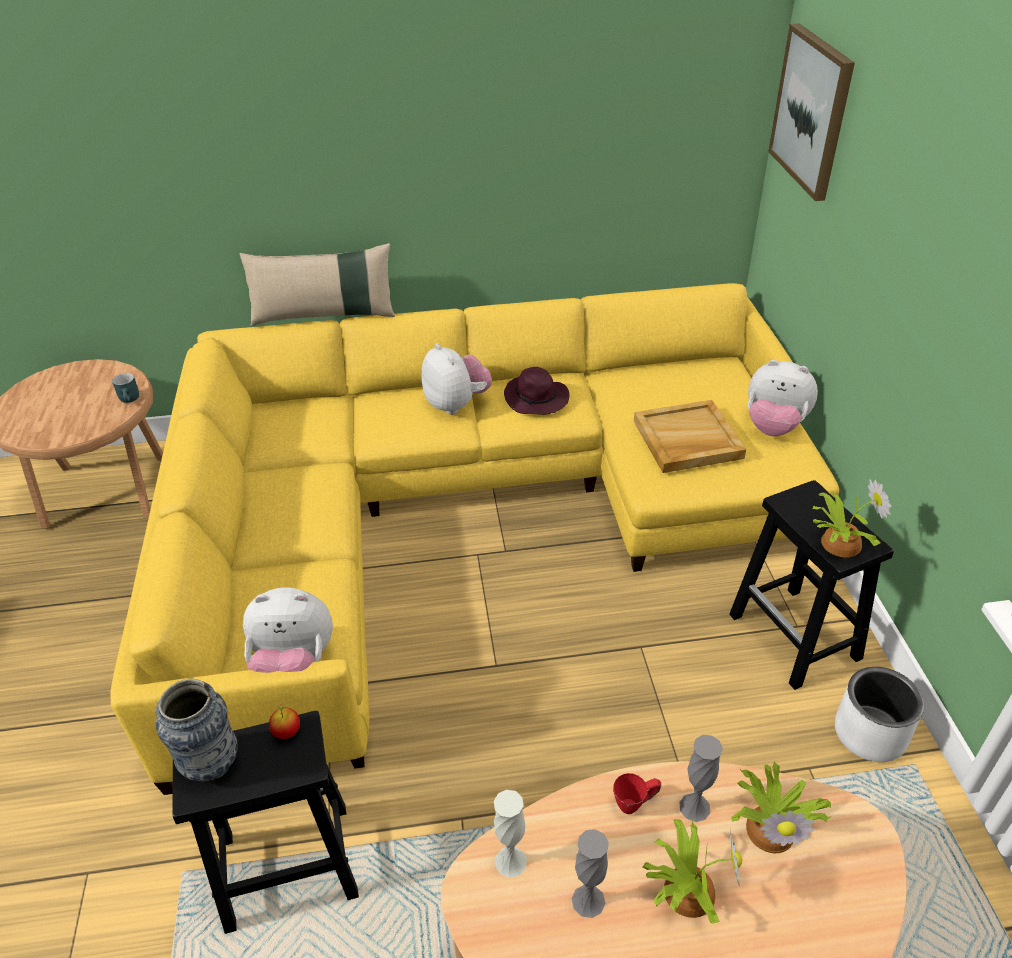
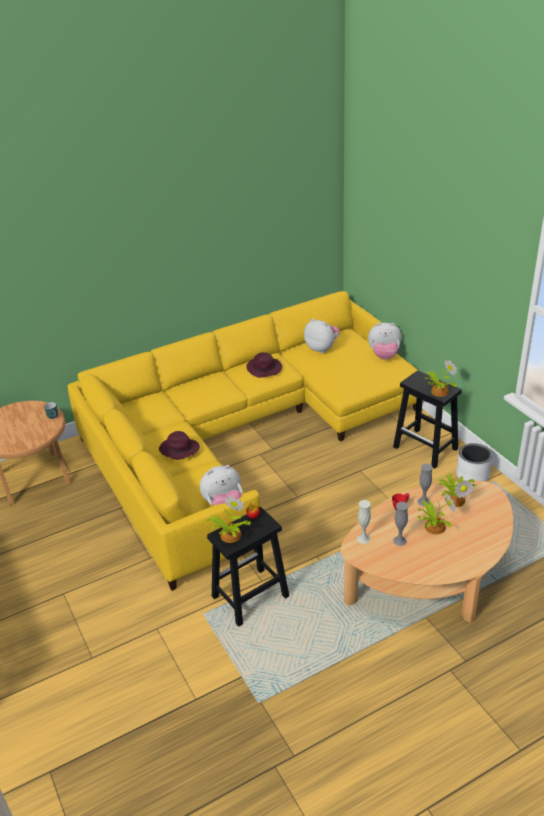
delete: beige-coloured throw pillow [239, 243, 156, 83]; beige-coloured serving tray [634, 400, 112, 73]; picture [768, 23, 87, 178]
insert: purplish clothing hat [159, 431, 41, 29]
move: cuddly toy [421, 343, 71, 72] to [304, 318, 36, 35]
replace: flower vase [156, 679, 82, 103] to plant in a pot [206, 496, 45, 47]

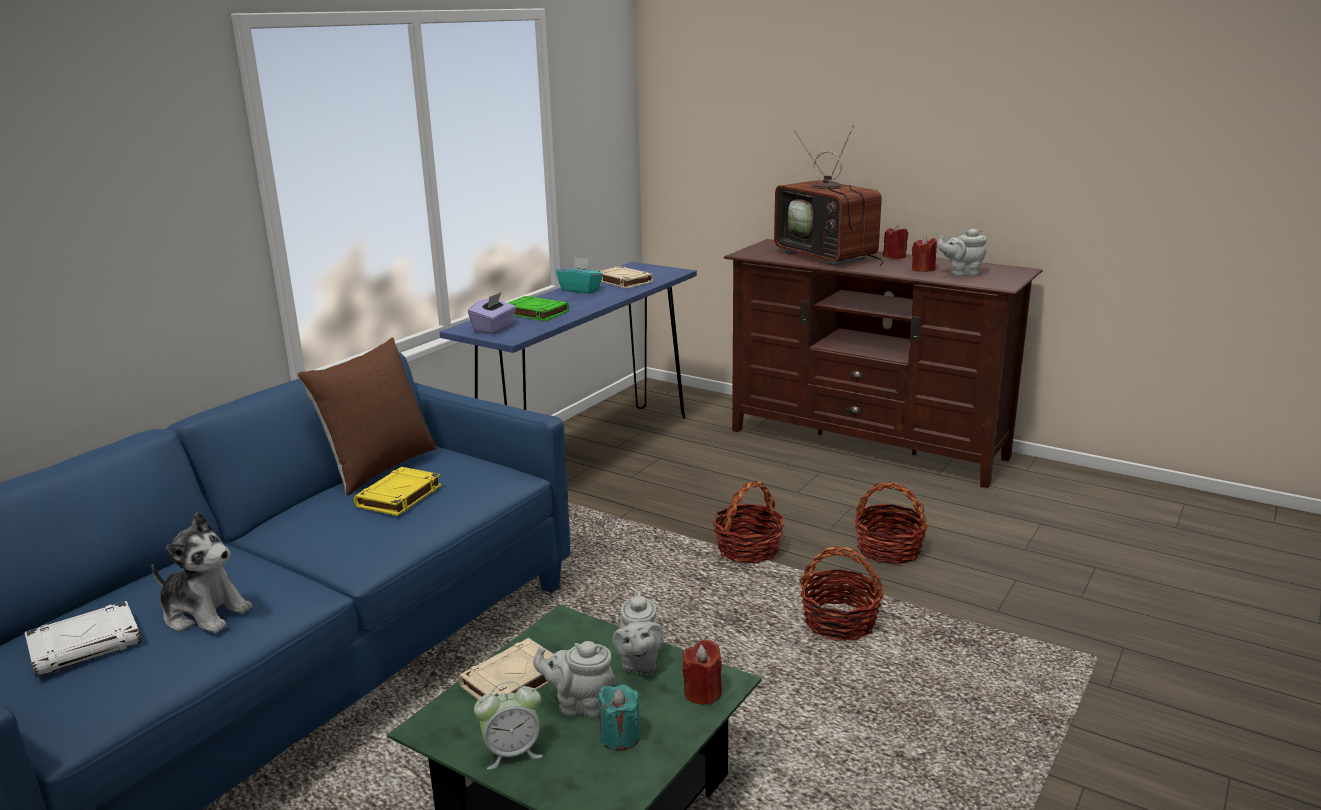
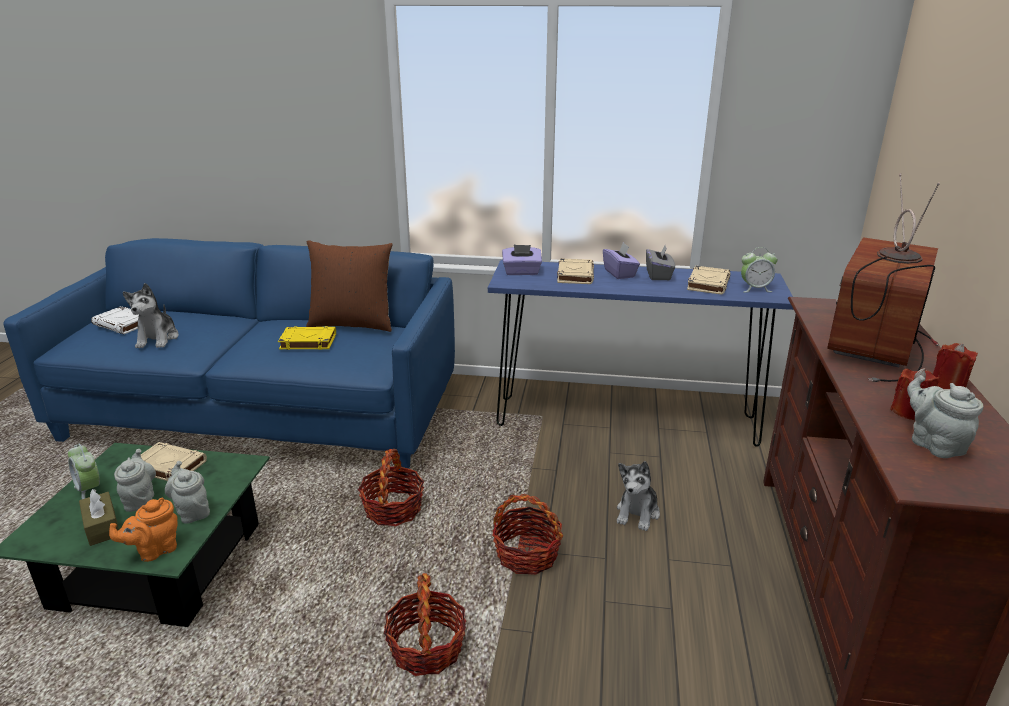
insert: purplish tissue box [603, 242, 37, 37]; cuddly toy [617, 461, 43, 70]; alarm clock [741, 247, 37, 45]
move: basket [855, 481, 74, 83] to [358, 449, 66, 77]
replace: turquoise wax candle [598, 684, 42, 67] to brown-coloured tissue box [79, 489, 40, 57]; reddish wax candle [682, 640, 40, 65] to orange teapot [109, 498, 69, 64]
recolor: green-coloured volume [508, 296, 61, 25] to beige-coloured volume [557, 258, 37, 26]; turquoise tissue box [556, 257, 47, 37] to gray tissue box [646, 245, 29, 35]
rotate: gray teapot [613, 592, 51, 83] = [165, 461, 45, 63] 75 degrees clockwise

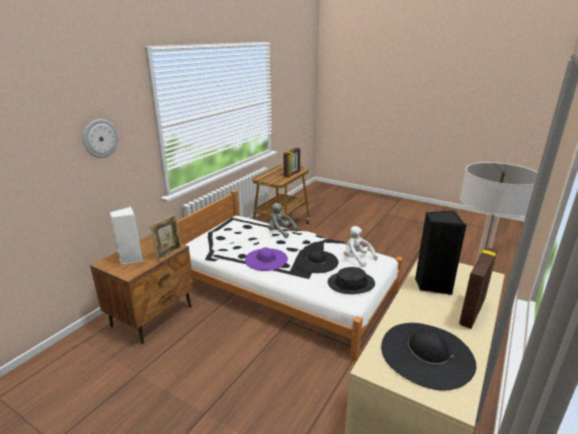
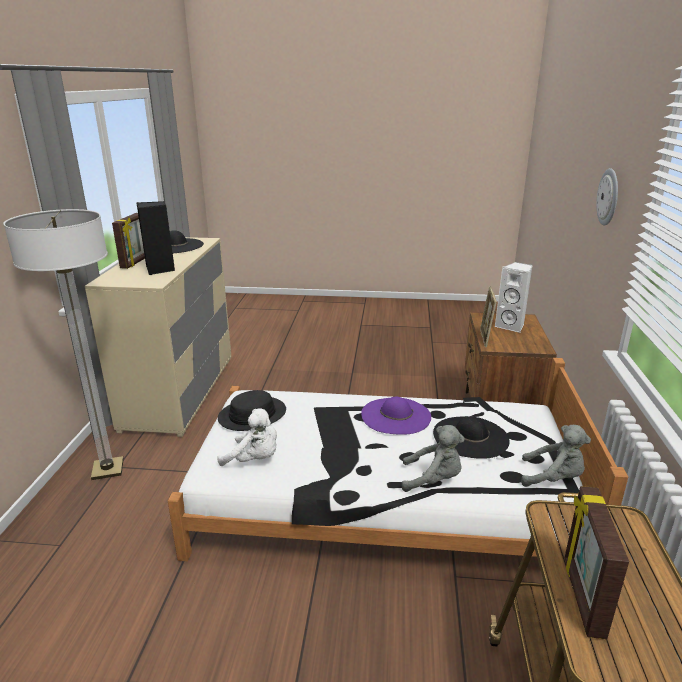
insert: gray cuddly toy [521, 425, 70, 62]
move: black-coloured clothing hat [295, 249, 44, 24] to [433, 416, 77, 43]

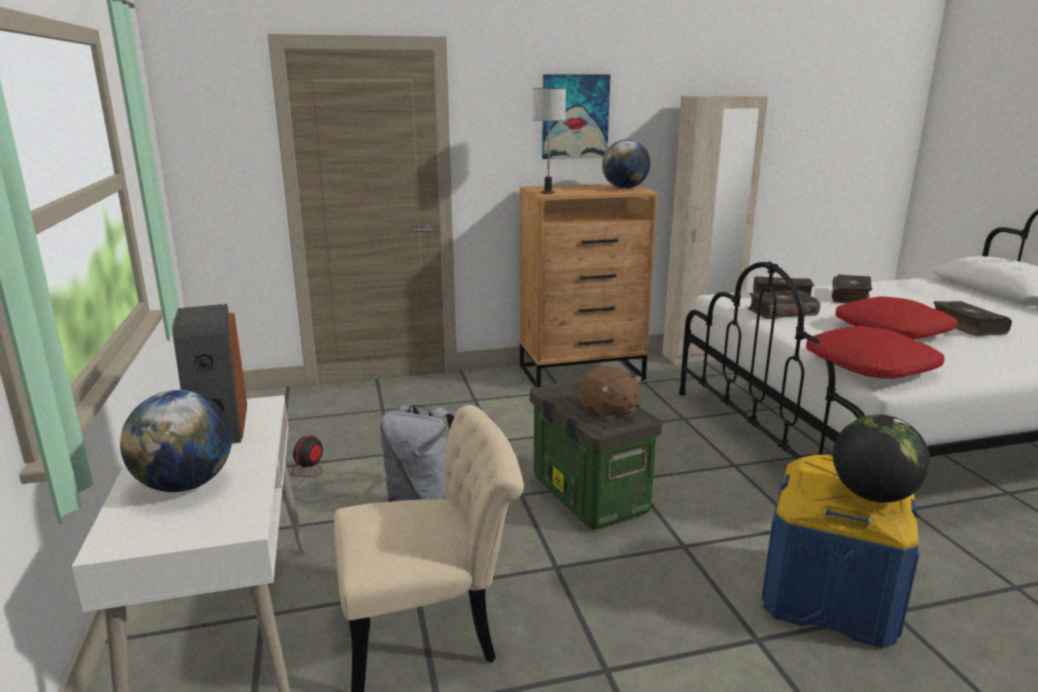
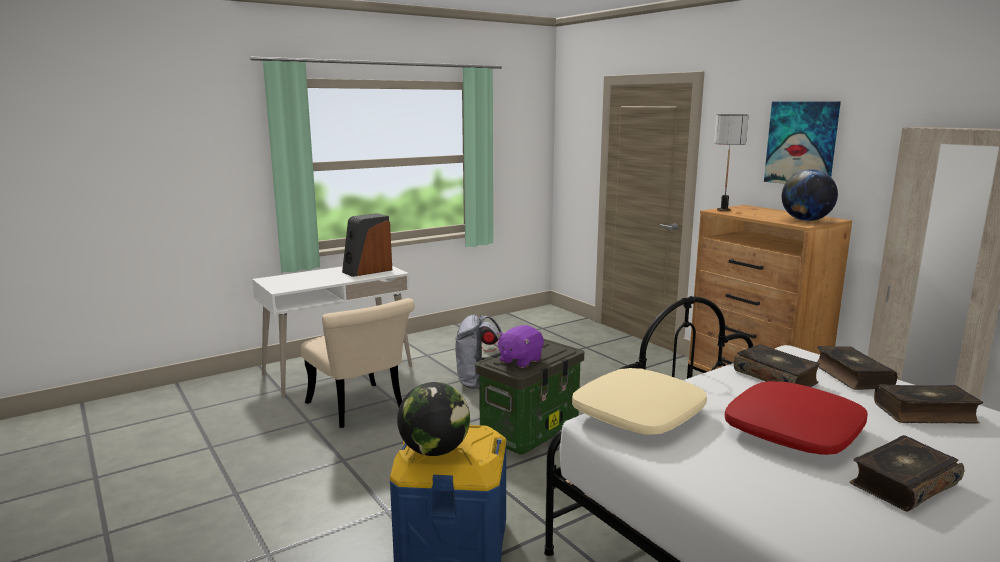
delete: globe [120, 390, 112, 102]
recolor: brown-coloured cuddly toy [580, 365, 62, 56] to purplish cuddly toy [497, 325, 47, 43]; reddish throw pillow [806, 326, 139, 53] to beige-coloured throw pillow [572, 368, 135, 67]

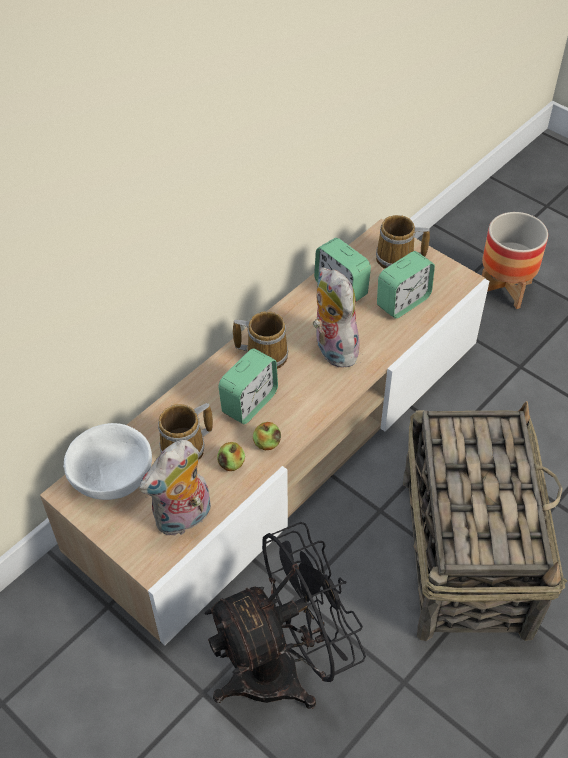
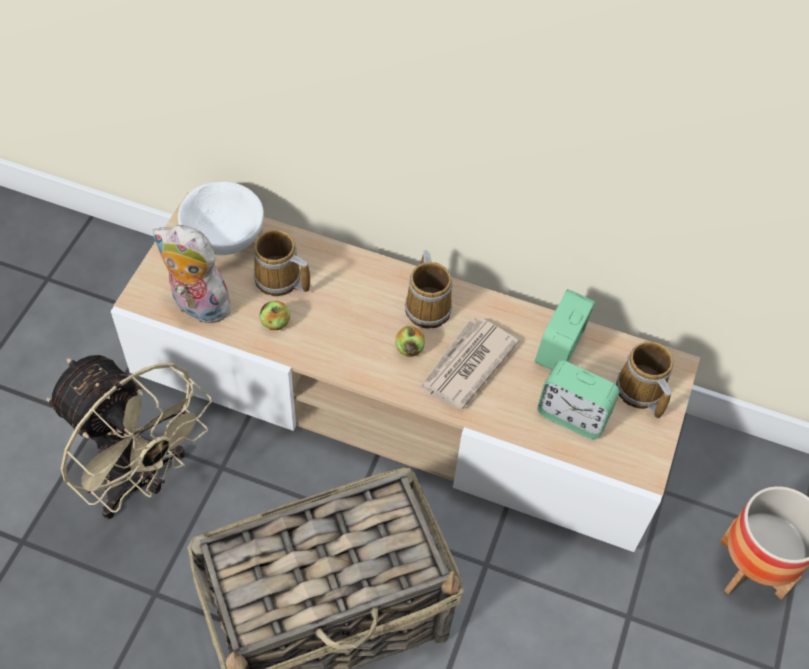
delete: alarm clock [218, 349, 60, 75]
move: whole apple [253, 422, 28, 28] to [395, 326, 30, 31]
replace: cuddly toy [313, 268, 48, 100] to daily paper [419, 318, 100, 91]
recolor: black-coloured fan [205, 522, 161, 187] to beige-coloured fan [47, 355, 165, 164]

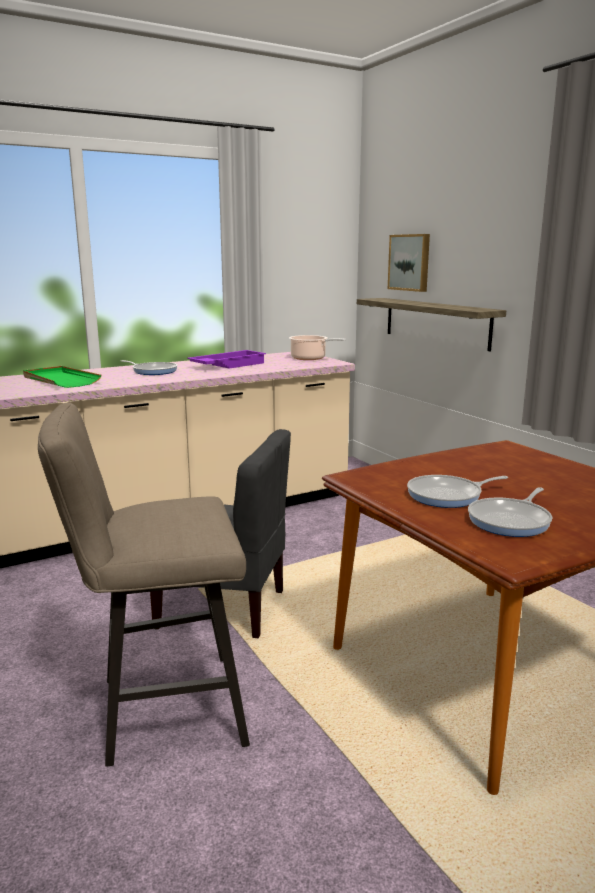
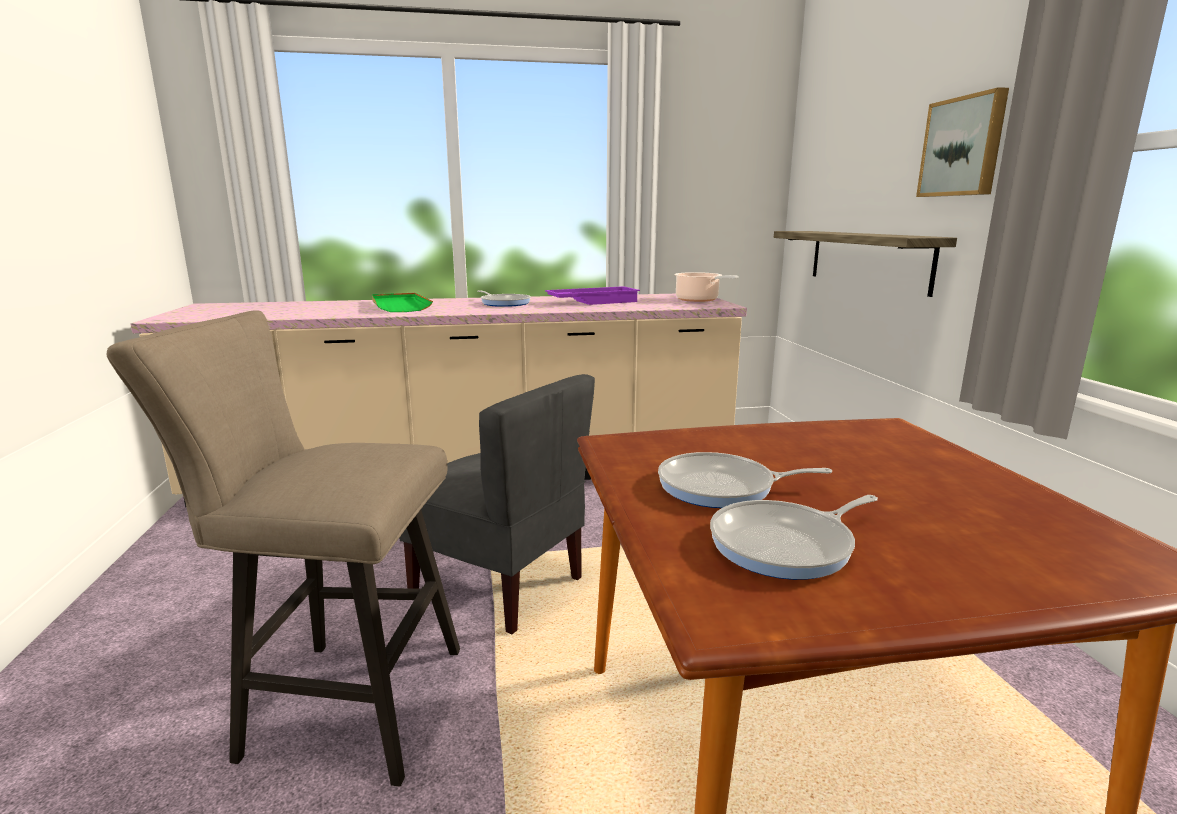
move: picture [388, 234, 42, 58] to [916, 87, 93, 110]

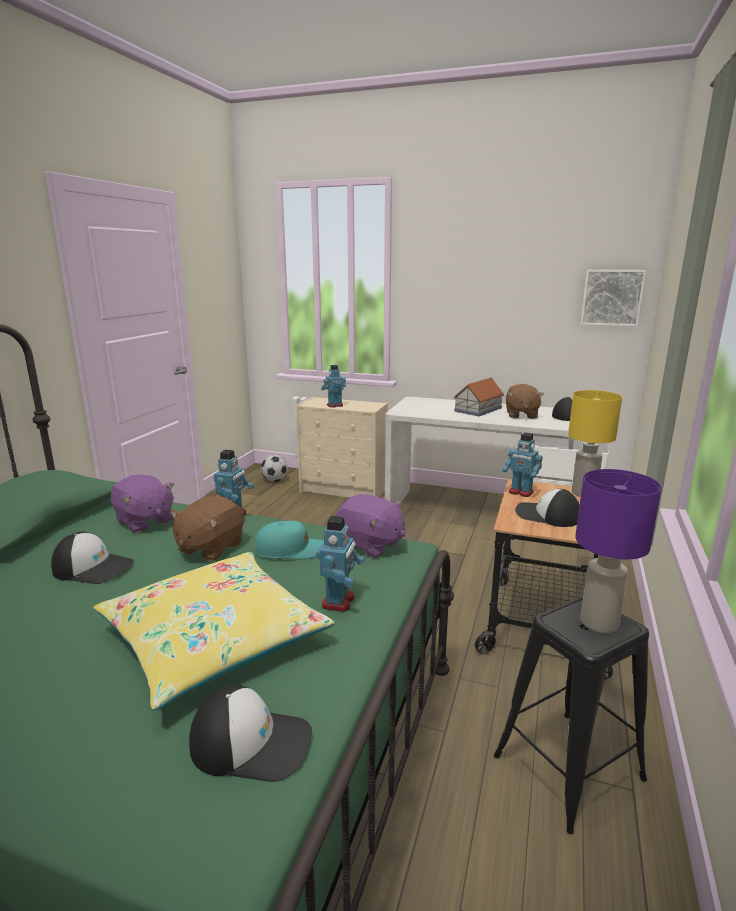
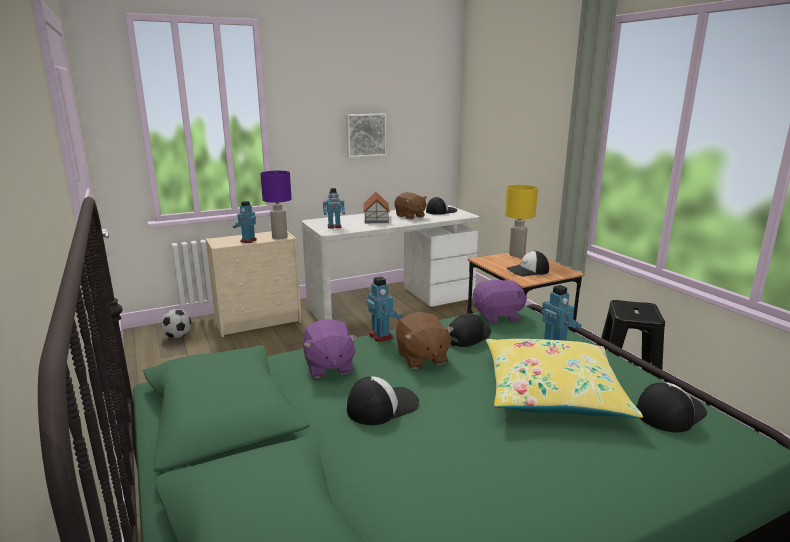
move: purplish table lamp [575, 469, 86, 164] to [260, 171, 32, 68]; robot figure [502, 432, 41, 65] to [323, 188, 22, 41]; picture [580, 270, 66, 57] to [346, 113, 40, 45]
recolor: turquoise cap [255, 521, 69, 38] to black-coloured cap [449, 313, 42, 34]
rotate: purplish cuddly toy [111, 475, 64, 58] = [303, 319, 55, 59] 75 degrees clockwise

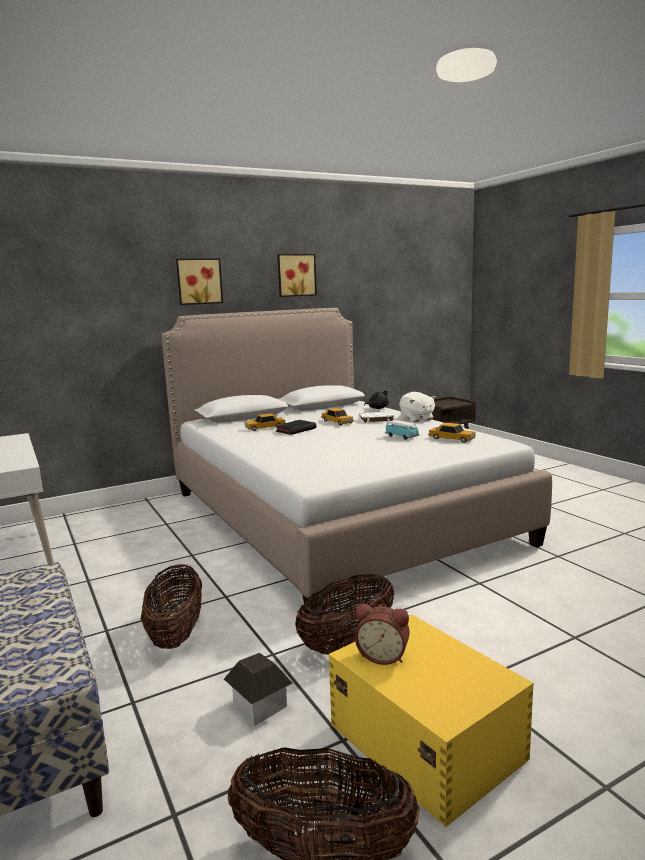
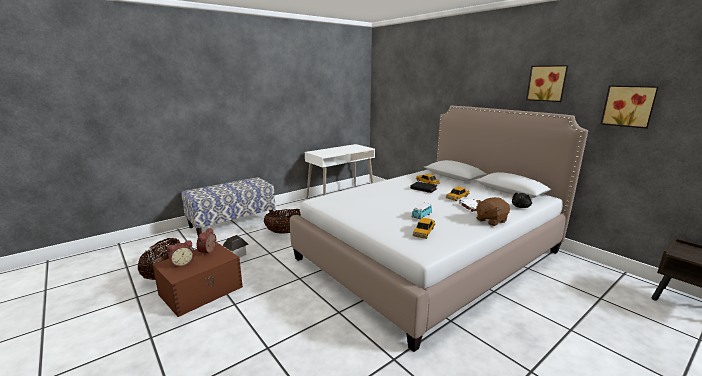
delete: basket [295, 574, 99, 81]
insert: alarm clock [167, 240, 27, 28]
move: picture [176, 258, 47, 47] to [601, 85, 58, 44]
recolor: yellow-coloured storage bin [329, 614, 205, 213] to brown-coloured storage bin [152, 242, 91, 75]; white cuddly toy [400, 392, 36, 30] to brown-coloured cuddly toy [476, 197, 34, 29]

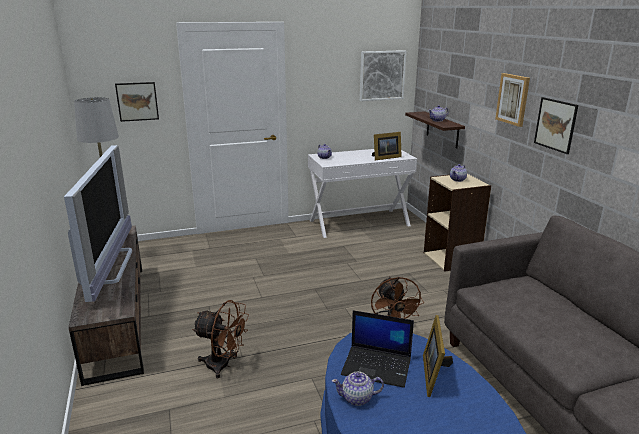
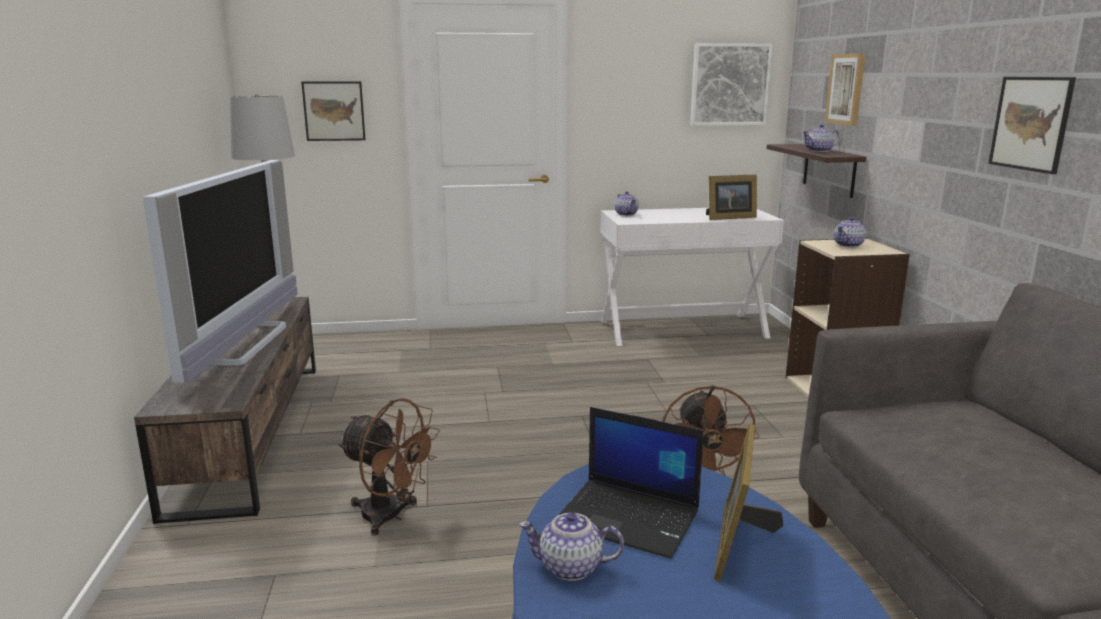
move: picture [495, 73, 35, 54] to [825, 53, 41, 72]

